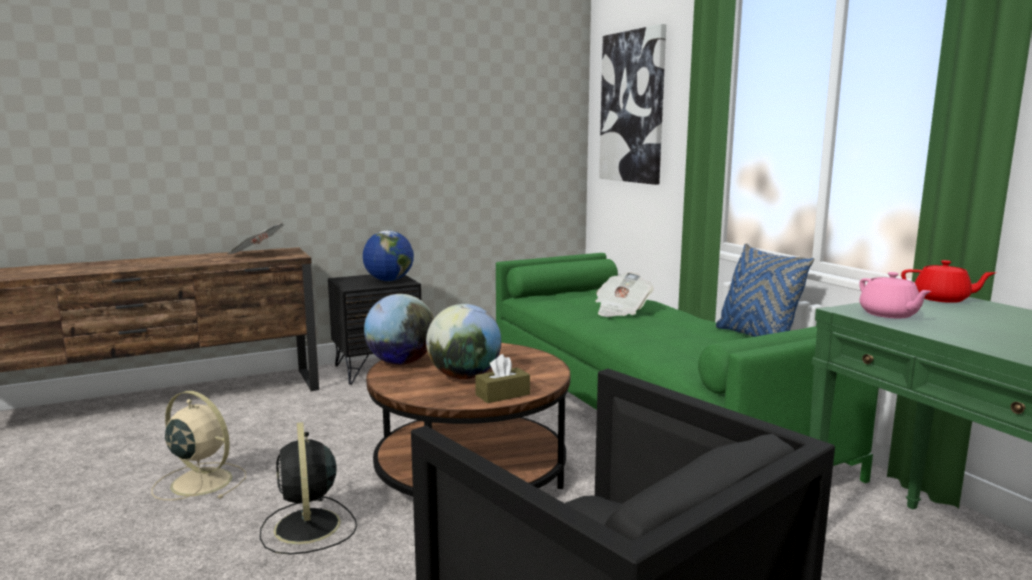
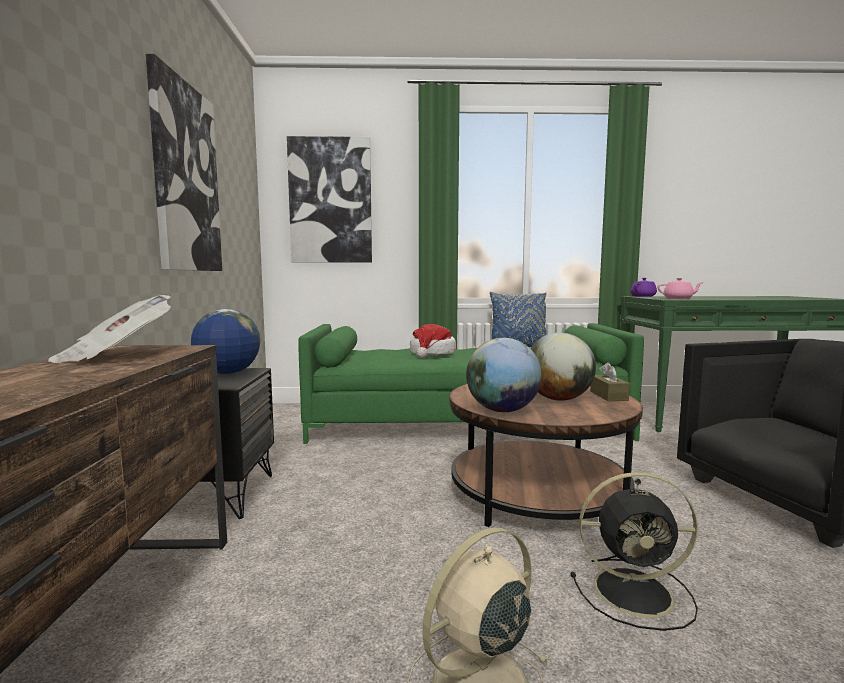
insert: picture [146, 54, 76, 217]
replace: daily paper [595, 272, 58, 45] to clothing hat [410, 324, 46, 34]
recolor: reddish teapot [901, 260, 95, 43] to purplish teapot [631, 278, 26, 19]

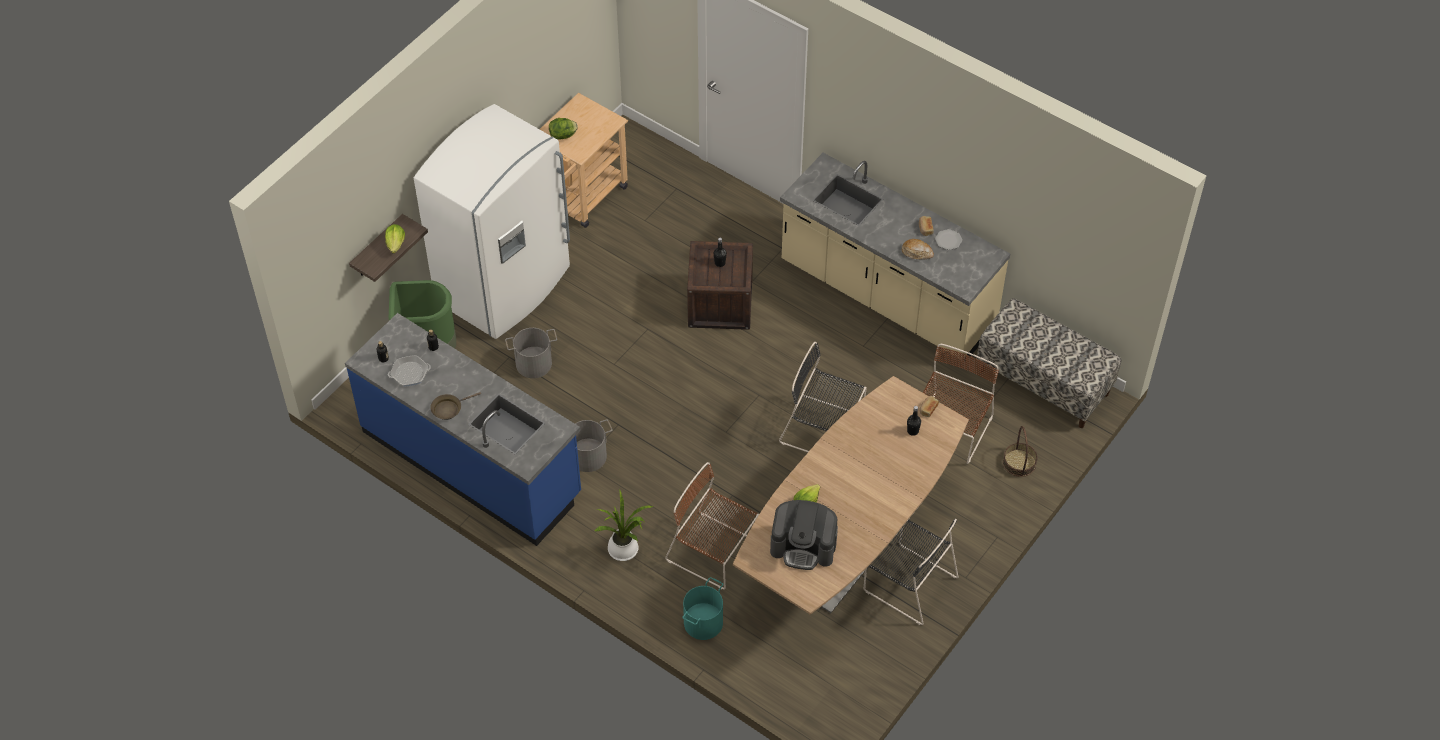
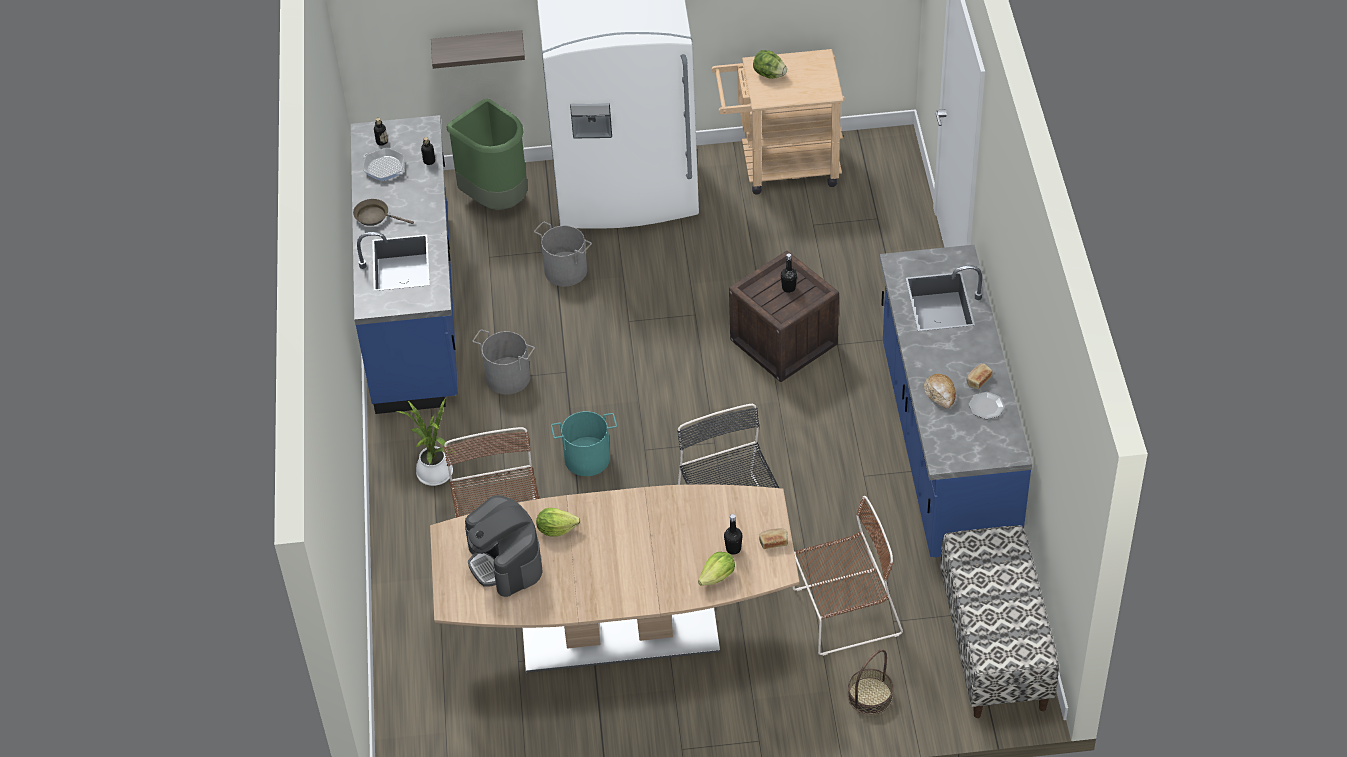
delete: black-coloured chair [864, 519, 94, 106]
move: turquoise water bucket [682, 577, 41, 63] to [551, 411, 66, 65]; lettuce [385, 224, 20, 30] to [698, 552, 37, 34]
recolor: beige-coloured kitchen counter [780, 153, 230, 208] to blue-coloured kitchen counter [880, 245, 152, 312]

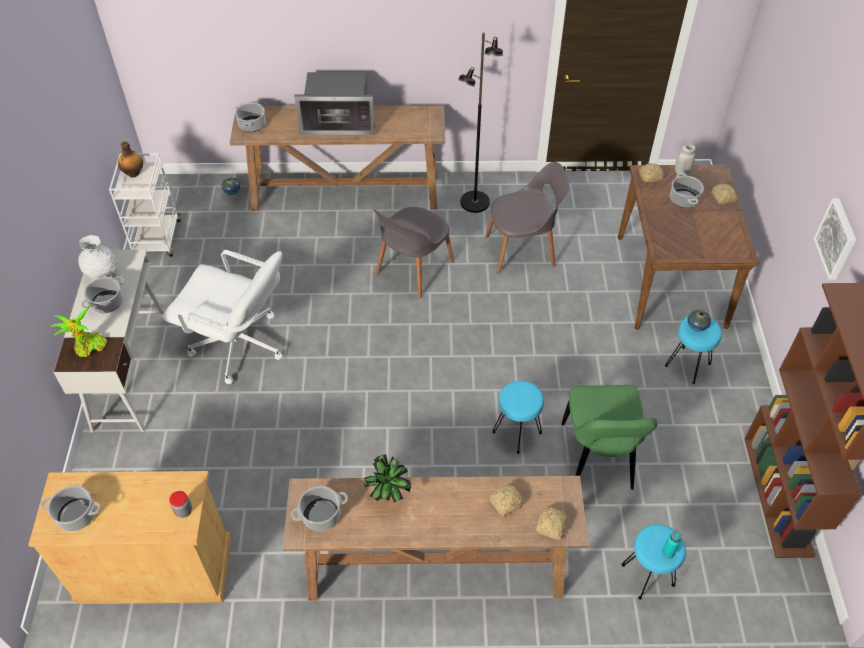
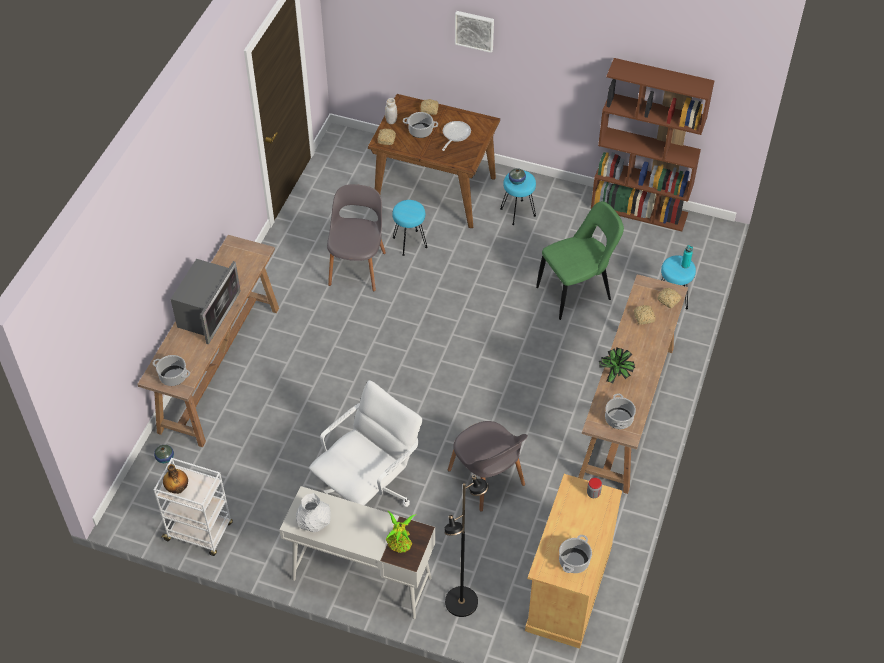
delete: stockpot [81, 276, 43, 37]
insert: skillet [442, 121, 29, 30]
move: turquoise stool seat [492, 381, 52, 73] to [392, 200, 35, 56]; black-coloured floor lamp [458, 32, 45, 181] to [445, 475, 44, 142]; gray chair [373, 207, 81, 91] to [448, 421, 80, 90]; picture [814, 198, 42, 82] to [455, 11, 39, 42]
rotate: green-coloured chair [562, 385, 95, 105] = [536, 201, 88, 119] 45 degrees counterclockwise

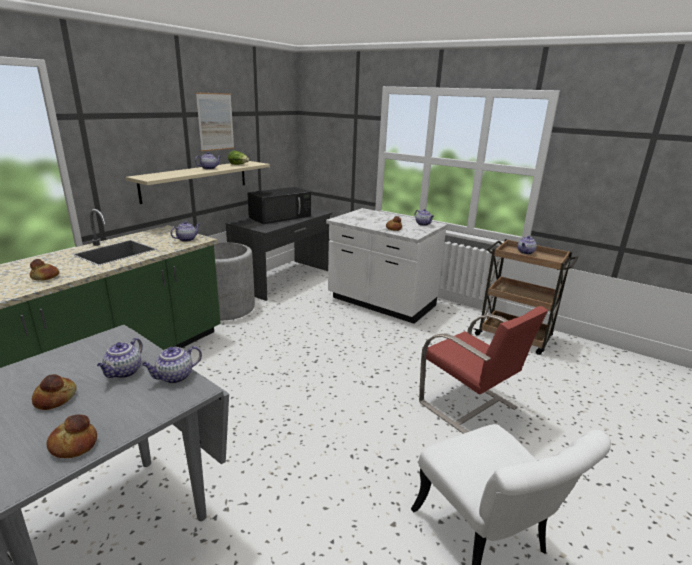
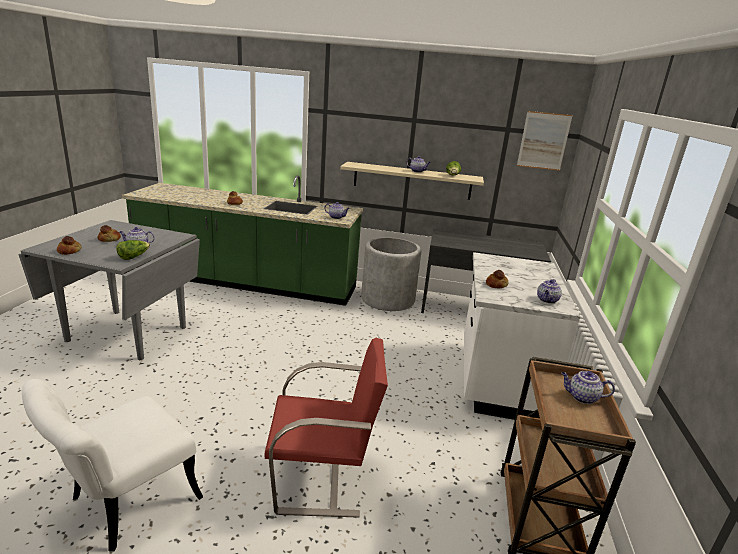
delete: black-coloured microwave [247, 187, 64, 37]
move: picture [196, 93, 38, 59] to [517, 111, 56, 60]
replace: teapot [142, 346, 60, 38] to lettuce [116, 240, 34, 20]
rotate: reddish chair [419, 306, 129, 128] = [264, 338, 124, 180] 120 degrees counterclockwise

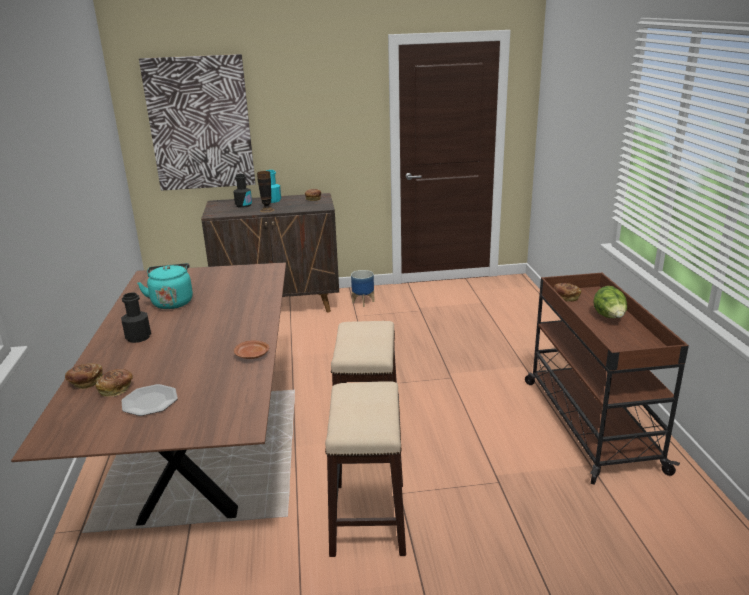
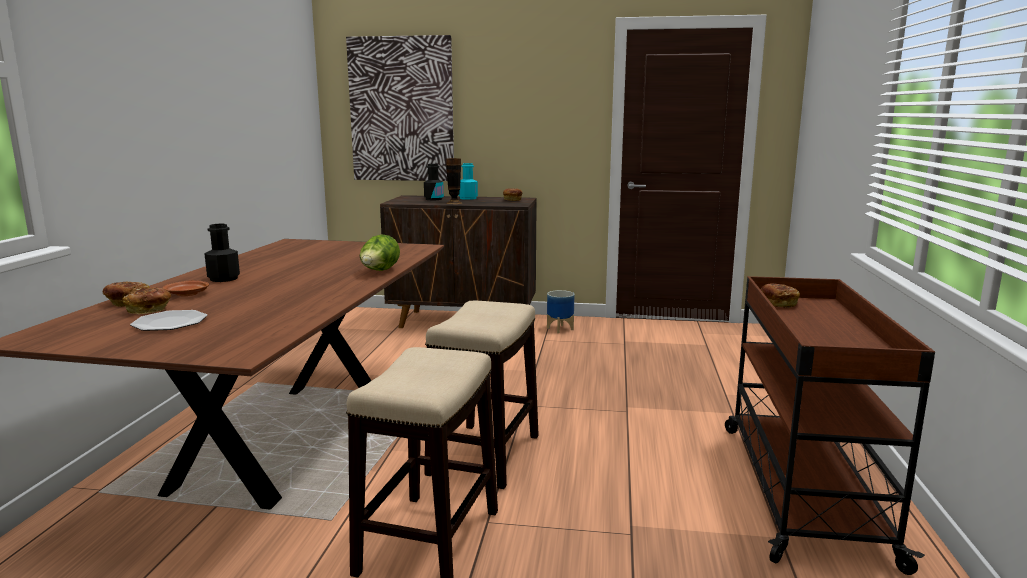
delete: turquoise water kettle [137, 263, 56, 46]
move: brown-coloured plate [234, 340, 35, 19] to [163, 280, 46, 16]; lettuce [593, 286, 34, 32] to [360, 235, 40, 36]

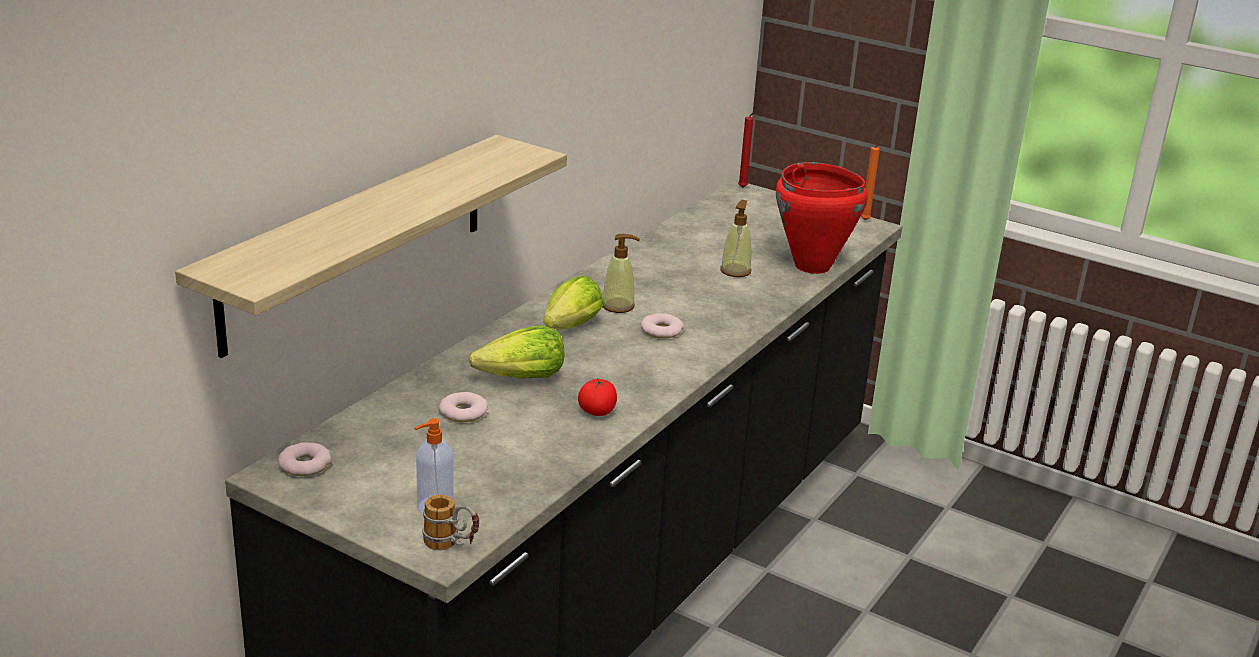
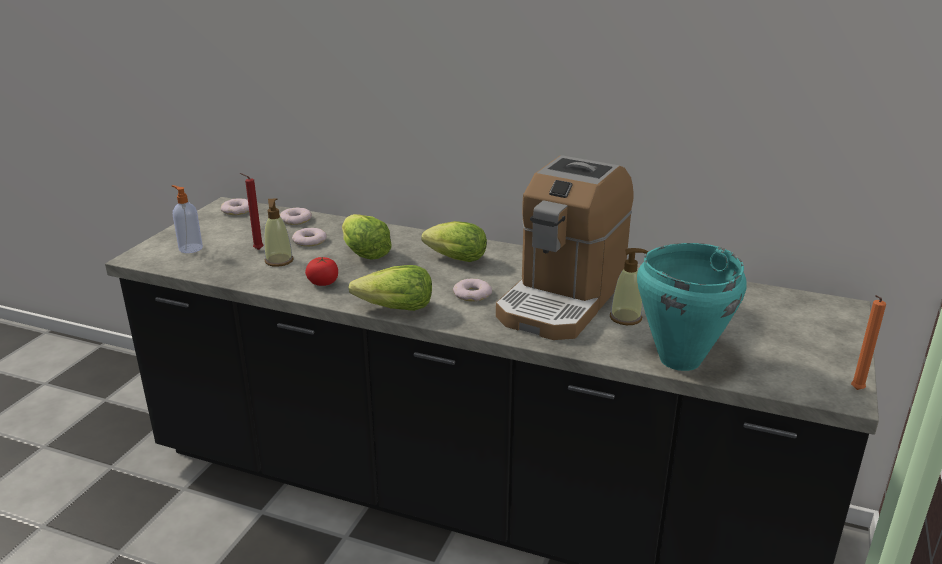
delete: wall shelf [175, 135, 392, 223]; coffee mug [422, 495, 57, 55]
insert: ring doughnut [280, 208, 32, 17]; lettuce [349, 265, 83, 46]; coffee brewer [496, 155, 138, 185]
move: reddish wax candle [738, 113, 16, 75] to [240, 173, 23, 77]; soap dispenser [603, 234, 37, 79] to [264, 198, 30, 69]
recolor: reddish stockpot [776, 162, 92, 112] to turquoise stockpot [637, 243, 110, 128]

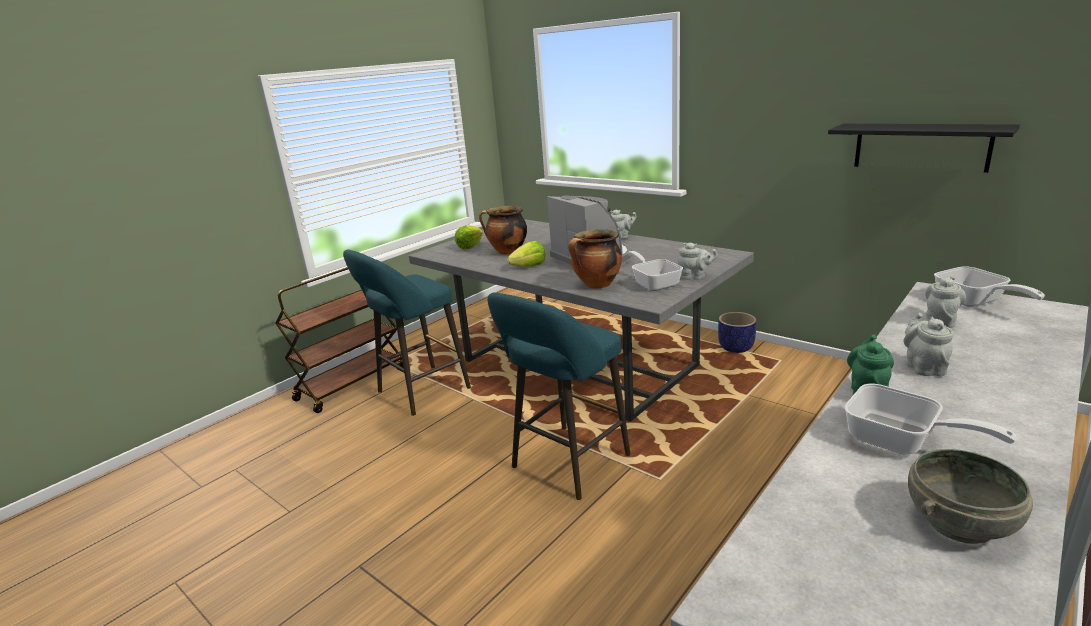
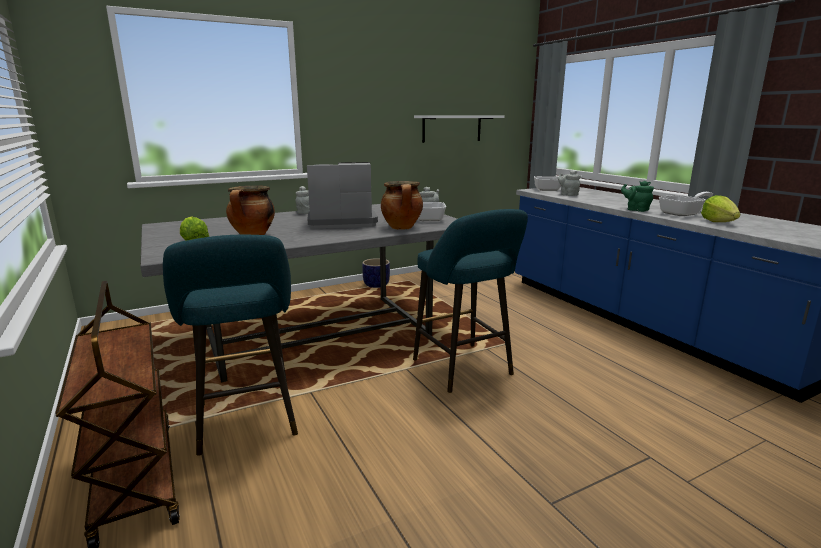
delete: gray teapot [903, 313, 51, 63]; gray deep dish [908, 449, 125, 95]
move: lettuce [507, 241, 38, 26] to [701, 195, 39, 27]
recolor: black-coloured wall shelf [828, 124, 192, 49] to white wall shelf [414, 115, 90, 28]

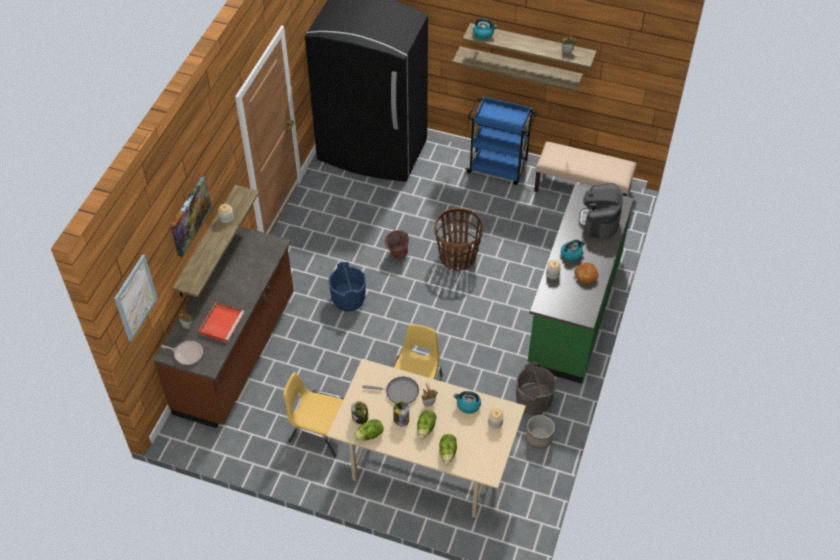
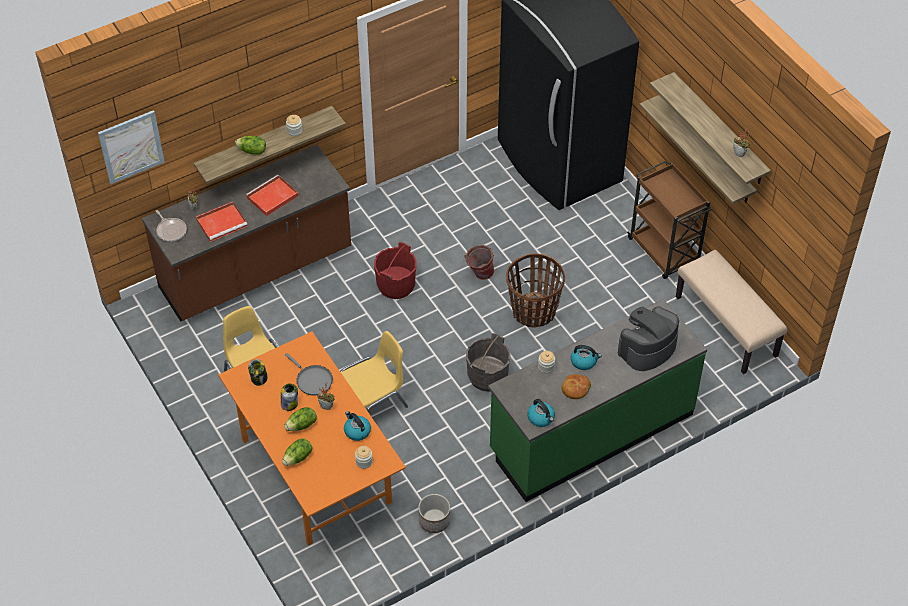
delete: picture [170, 176, 42, 81]
insert: reddish serving tray [246, 175, 53, 41]
move: lettuce [354, 419, 30, 21] to [235, 136, 31, 19]; gray water bucket [516, 362, 41, 53] to [466, 333, 45, 59]; water kettle [473, 18, 24, 22] to [528, 399, 27, 28]
recolor: beige-coloured kitchen table [327, 359, 199, 159] to orange kitchen table [218, 331, 188, 215]; blue-coloured water bucket [328, 262, 38, 50] to reddish water bucket [374, 242, 43, 57]; blue-coloured wheeled cart [465, 96, 72, 89] to brown-coloured wheeled cart [627, 160, 84, 119]

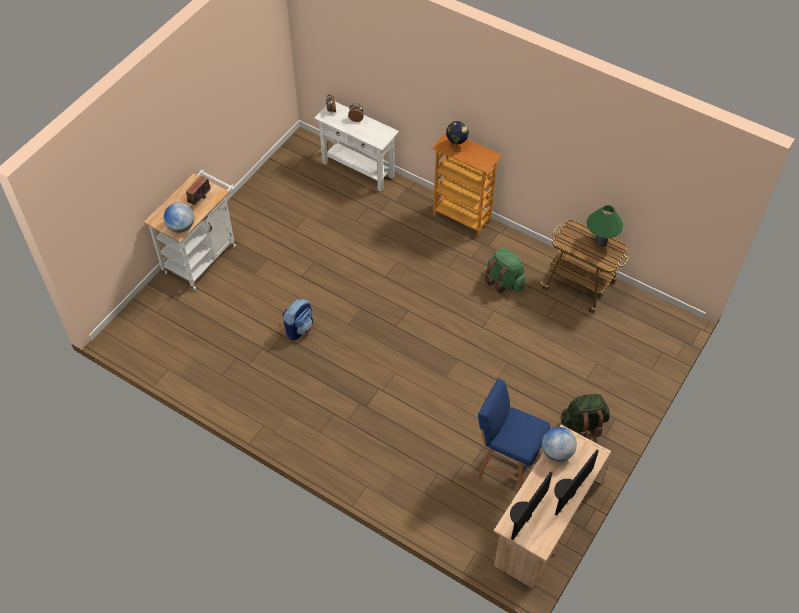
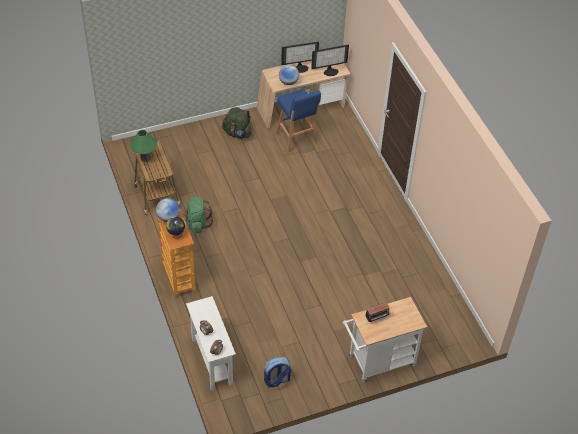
move: globe [164, 202, 30, 31] to [156, 198, 24, 24]; knapsack [283, 299, 30, 41] to [264, 357, 27, 30]

